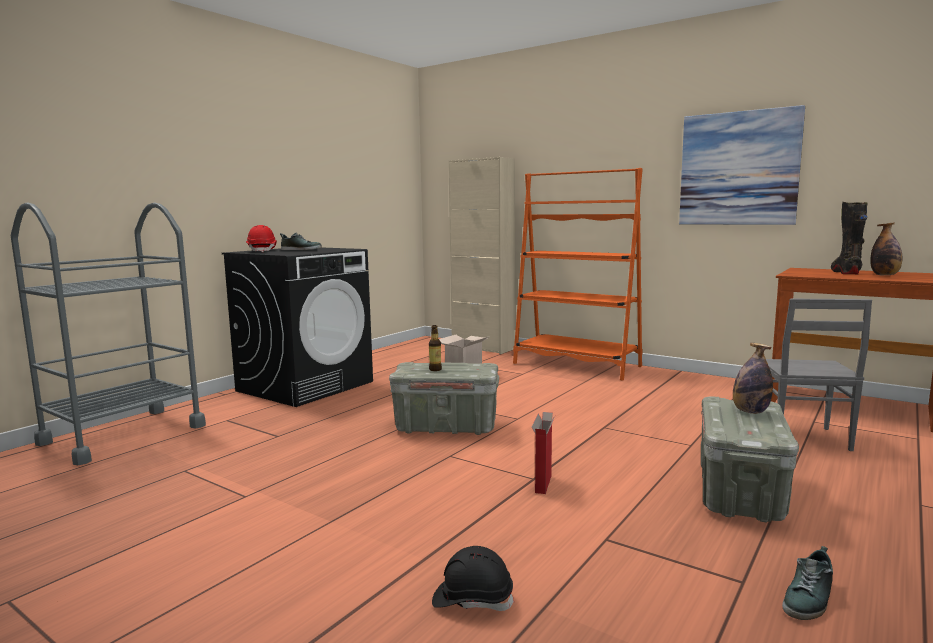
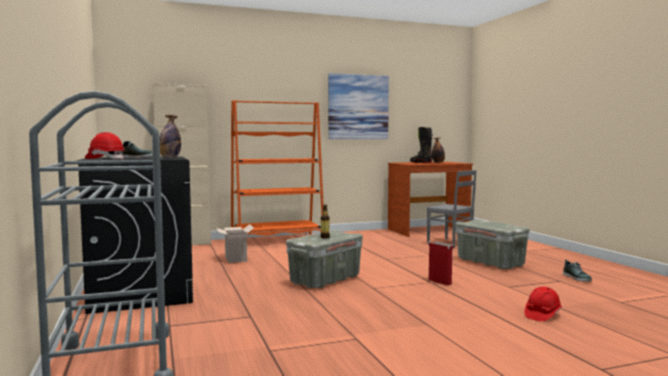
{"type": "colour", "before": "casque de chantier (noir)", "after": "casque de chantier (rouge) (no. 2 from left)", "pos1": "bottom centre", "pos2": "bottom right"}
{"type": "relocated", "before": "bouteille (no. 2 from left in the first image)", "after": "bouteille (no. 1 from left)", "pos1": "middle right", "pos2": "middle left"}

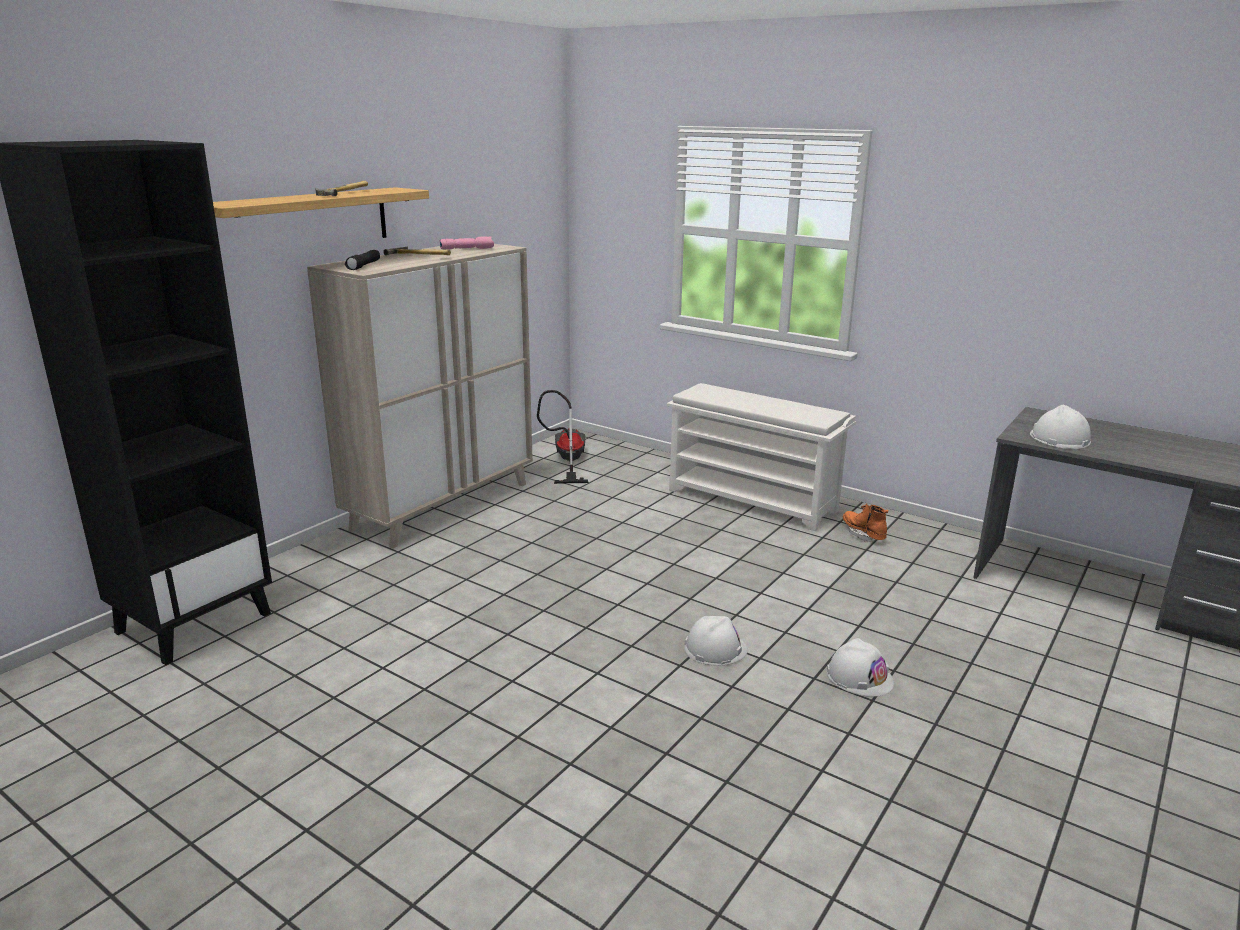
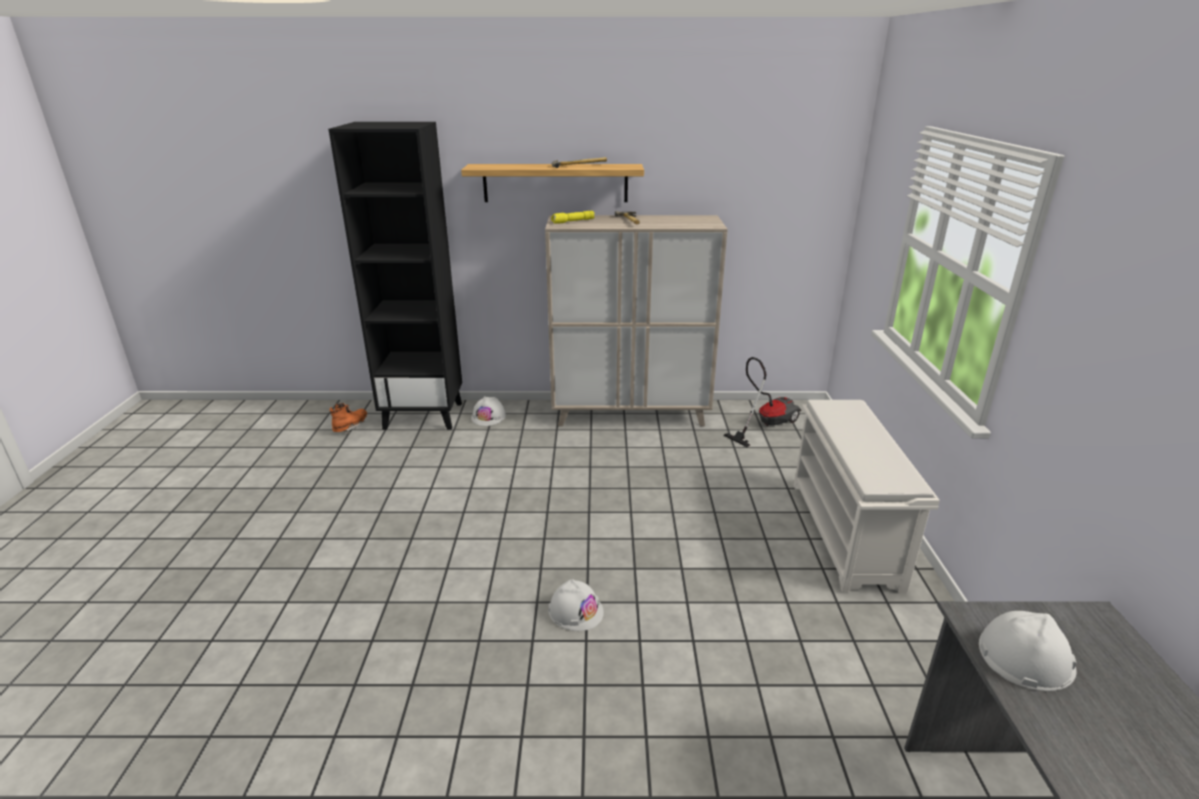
{"type": "colour", "before": "lampe de poche (noir)", "after": "lampe de poche (jaune)", "pos1": "top left", "pos2": "top centre"}
{"type": "missing", "before": "lampe de poche (rose)", "pos1": "top centre"}
{"type": "relocated", "before": "casque de chantier (blanc) (no. 2 from left in the first image)", "after": "casque de chantier (blanc) (no. 1 from left)", "pos1": "bottom right", "pos2": "centre"}
{"type": "relocated", "before": "botte (orange)", "pos1": "middle right", "pos2": "middle left"}

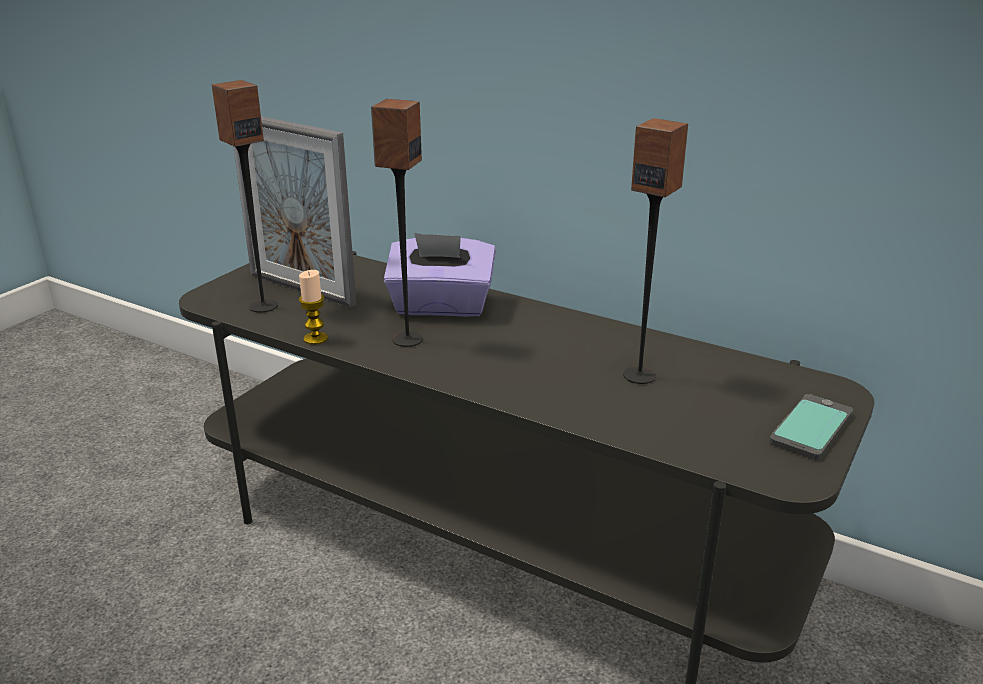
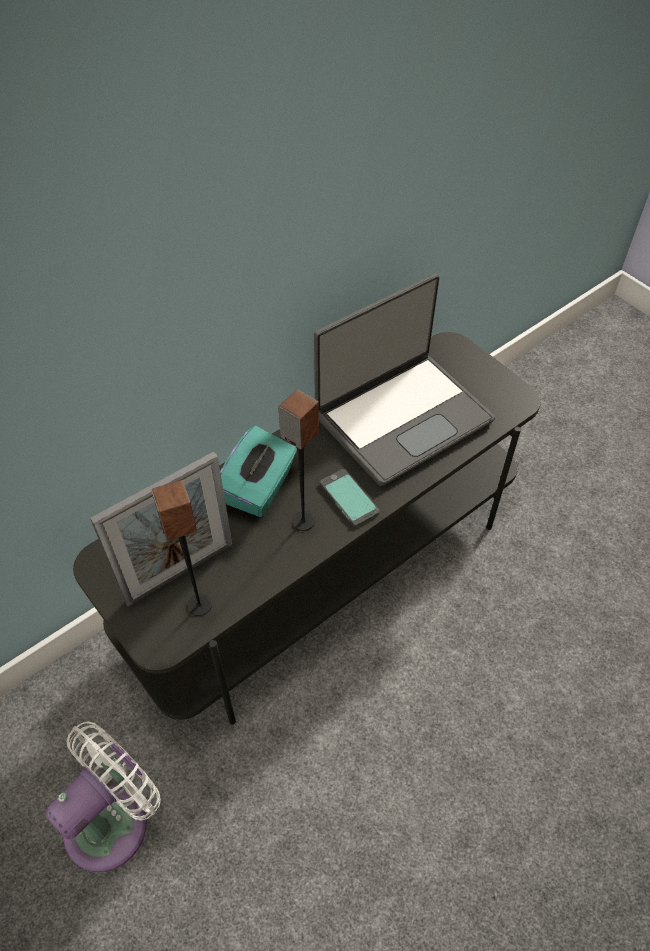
{"type": "missing", "before": "bougie", "pos1": "middle left"}
{"type": "colour", "before": "boîte à mouchoirs (violet)", "after": "boîte à mouchoirs (turquoise)", "pos1": "centre", "pos2": "centre"}
{"type": "exchanged", "before": "enceinte (no. 3 from left)", "after": "ordinateur portable", "pos1": "centre", "pos2": "centre"}
{"type": "relocated", "before": "téléphone", "pos1": "middle right", "pos2": "centre"}
{"type": "appeared", "after": "ventilateur (blanc)", "pos2": "bottom left"}

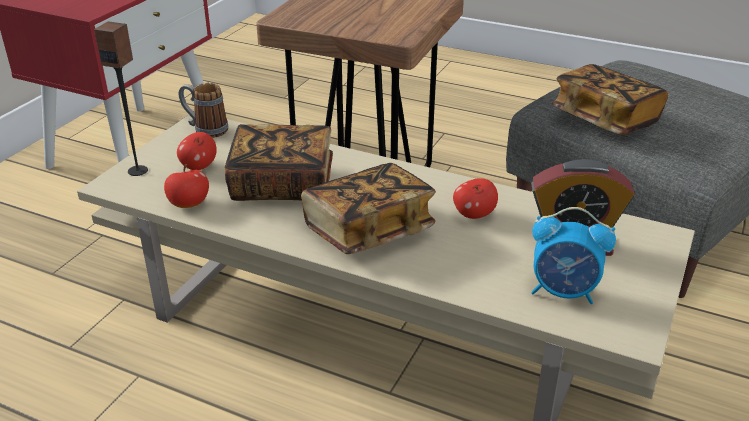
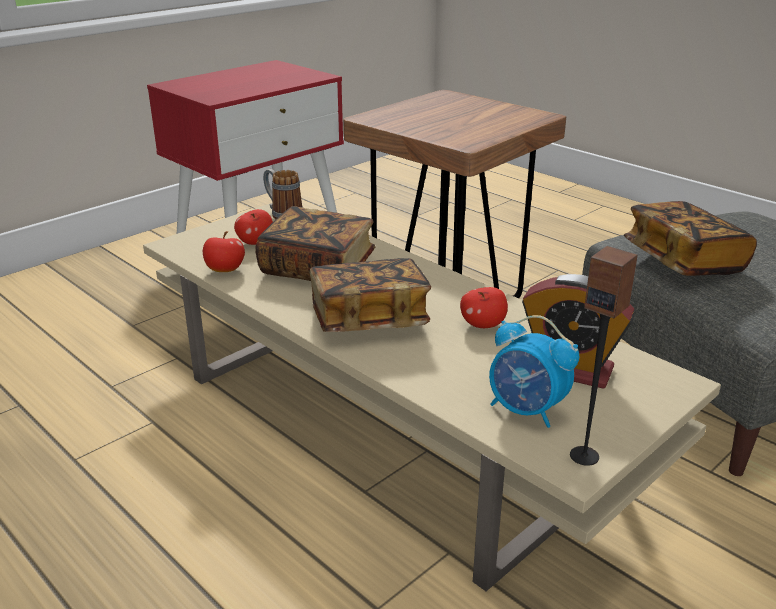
{"type": "relocated", "before": "enceinte", "pos1": "top left", "pos2": "middle right"}

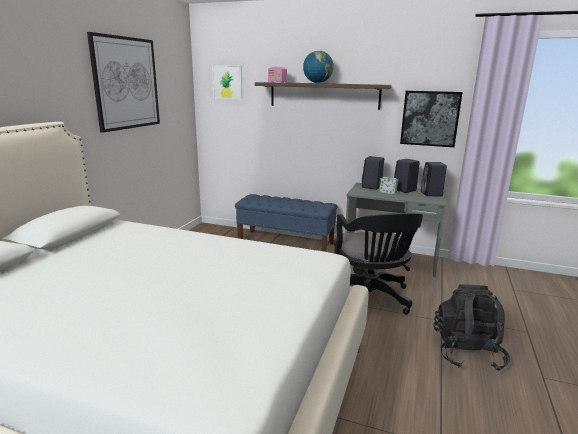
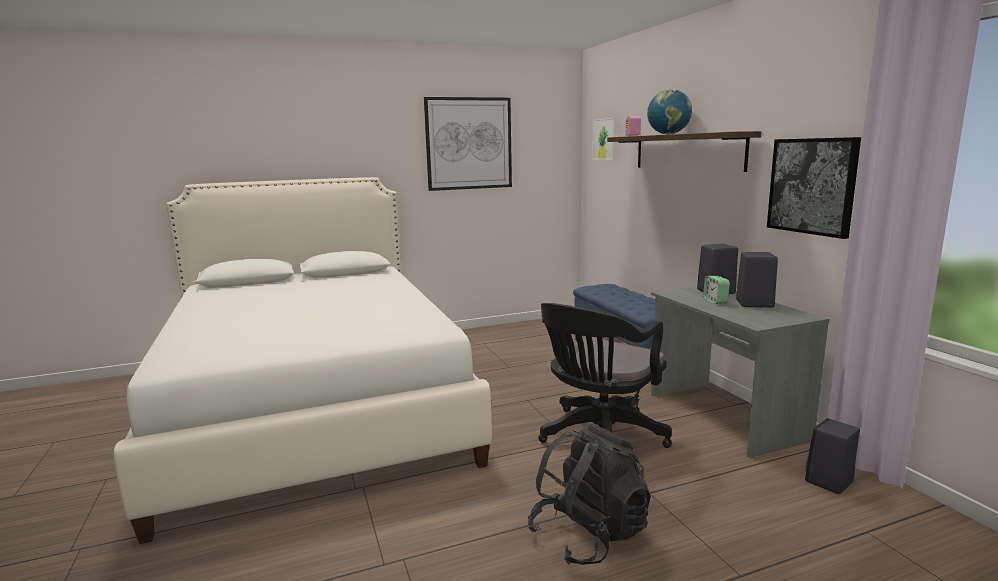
{"type": "relocated", "before": "enceinte (noir) (no. 3 from left)", "pos1": "middle right", "pos2": "bottom right"}

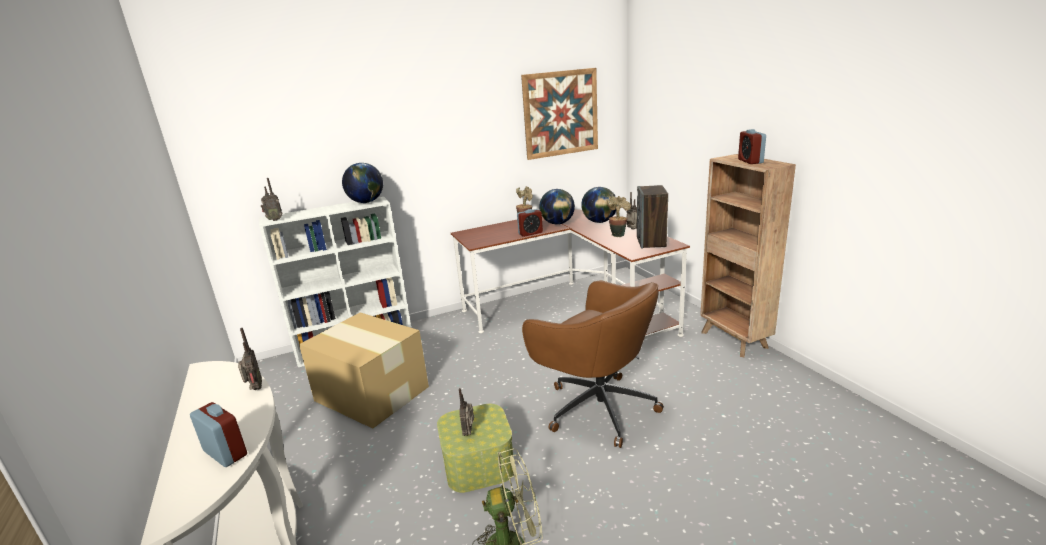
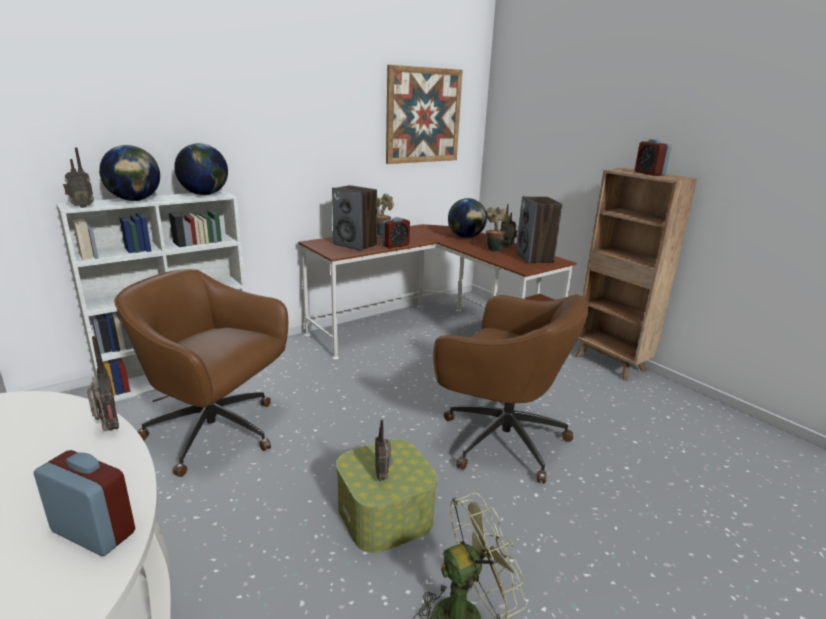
{"type": "exchanged", "before": "carton", "after": "chaise de bureau (marron) (no. 1 from left)", "pos1": "bottom centre", "pos2": "middle left"}
{"type": "relocated", "before": "globe (no. 2 from left in the first image)", "after": "globe (no. 1 from left)", "pos1": "centre", "pos2": "top left"}
{"type": "appeared", "after": "enceinte (no. 1 from left)", "pos2": "centre"}

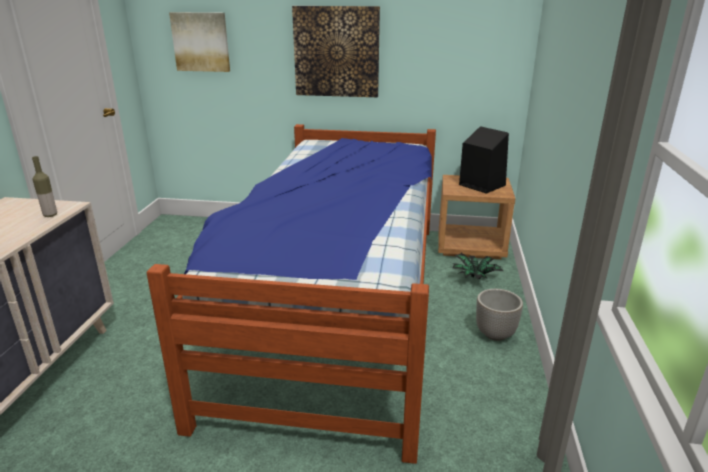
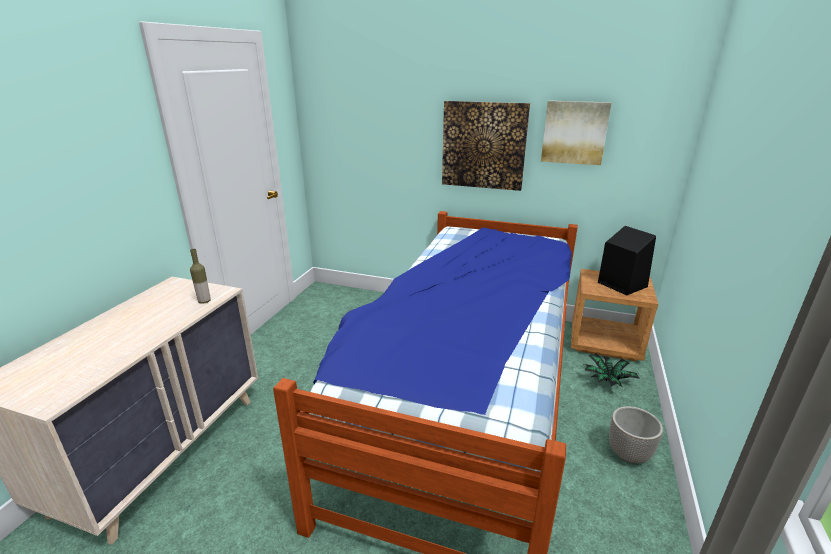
{"type": "relocated", "before": "tableau (no. 1 from left in the first image)", "after": "tableau (no. 2 from left)", "pos1": "top left", "pos2": "top right"}

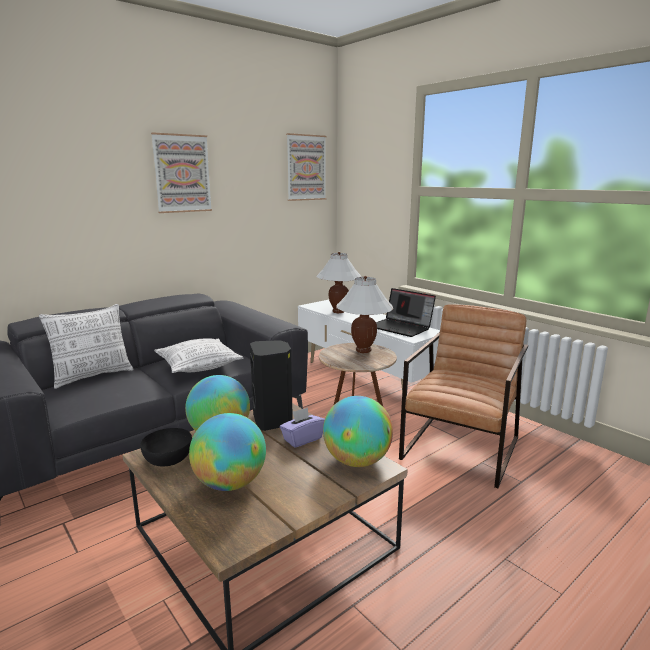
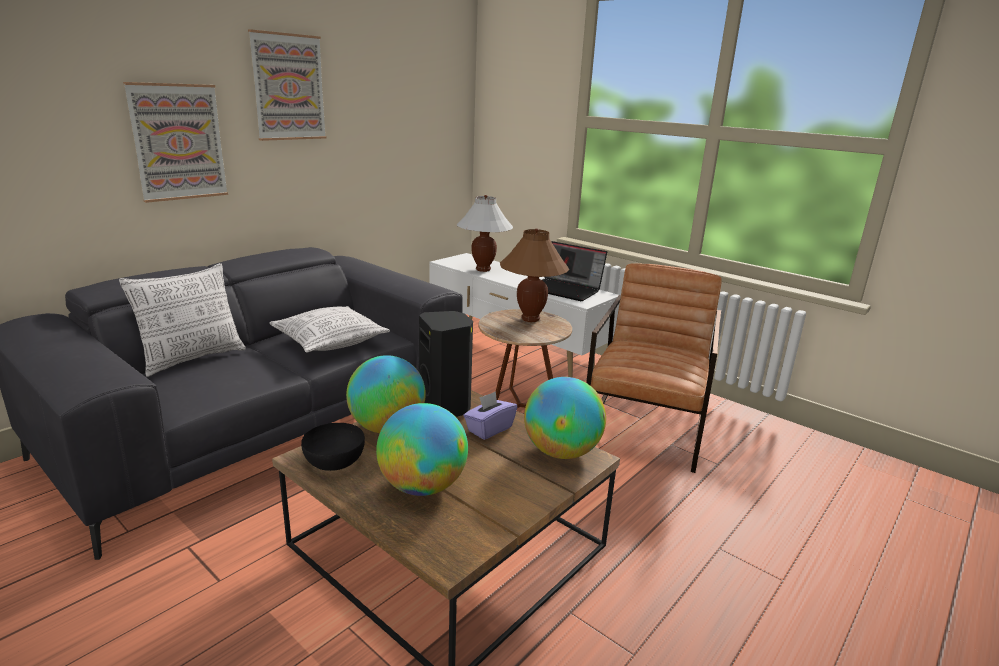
{"type": "relocated", "before": "tableau (no. 2 from left in the first image)", "after": "tableau (no. 1 from left)", "pos1": "top centre", "pos2": "top left"}
{"type": "colour", "before": "lampe de table (blanc) (no. 2 from left)", "after": "lampe de table (marron)", "pos1": "centre", "pos2": "centre"}

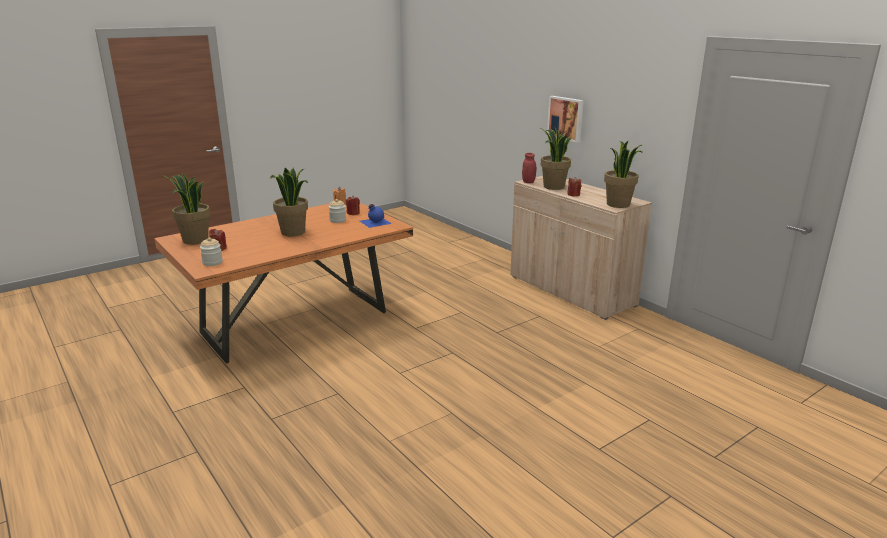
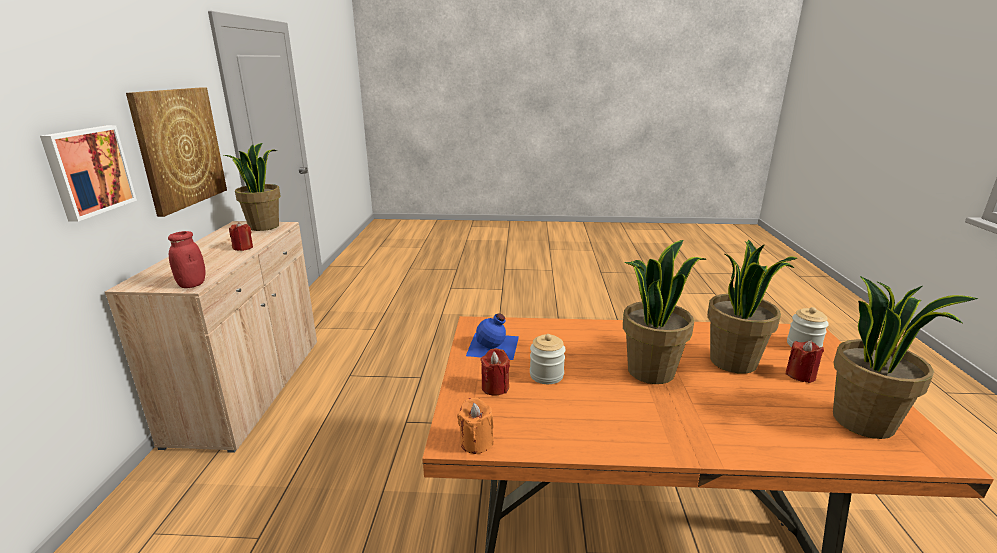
{"type": "relocated", "before": "plante en pot (no. 3 from left)", "pos1": "top centre", "pos2": "middle right"}
{"type": "appeared", "after": "tableau (no. 2 from left)", "pos2": "top left"}

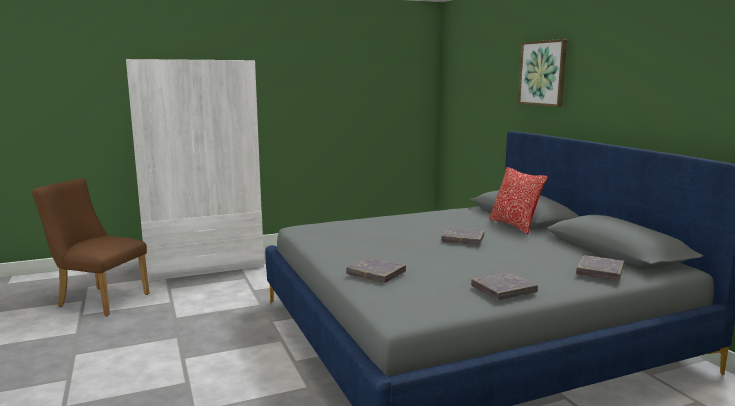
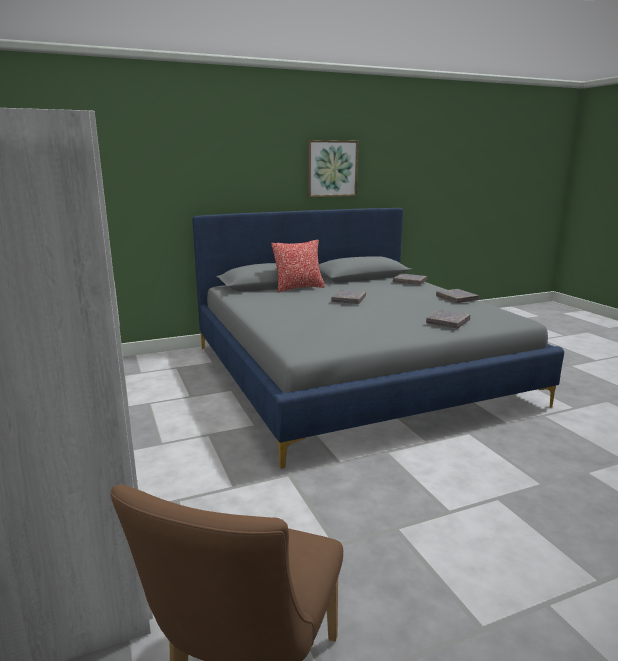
{"type": "relocated", "before": "tableau", "pos1": "top right", "pos2": "top centre"}

